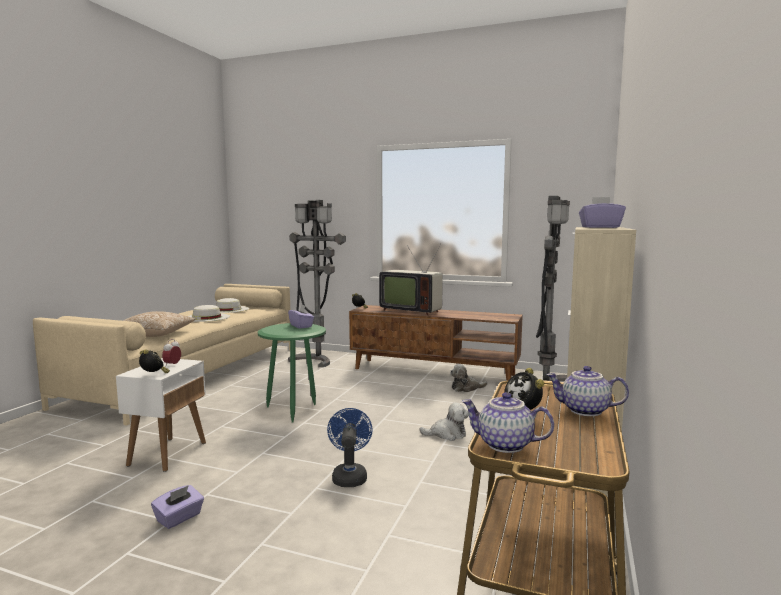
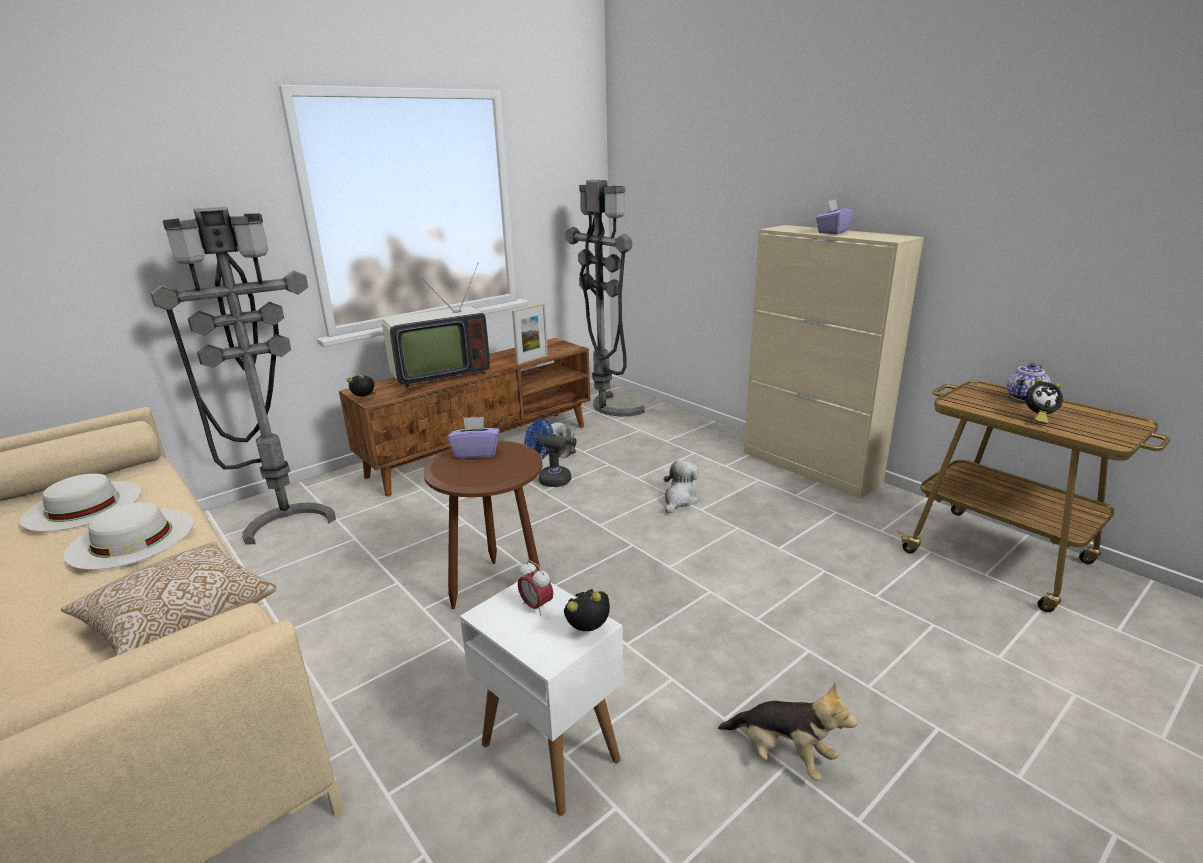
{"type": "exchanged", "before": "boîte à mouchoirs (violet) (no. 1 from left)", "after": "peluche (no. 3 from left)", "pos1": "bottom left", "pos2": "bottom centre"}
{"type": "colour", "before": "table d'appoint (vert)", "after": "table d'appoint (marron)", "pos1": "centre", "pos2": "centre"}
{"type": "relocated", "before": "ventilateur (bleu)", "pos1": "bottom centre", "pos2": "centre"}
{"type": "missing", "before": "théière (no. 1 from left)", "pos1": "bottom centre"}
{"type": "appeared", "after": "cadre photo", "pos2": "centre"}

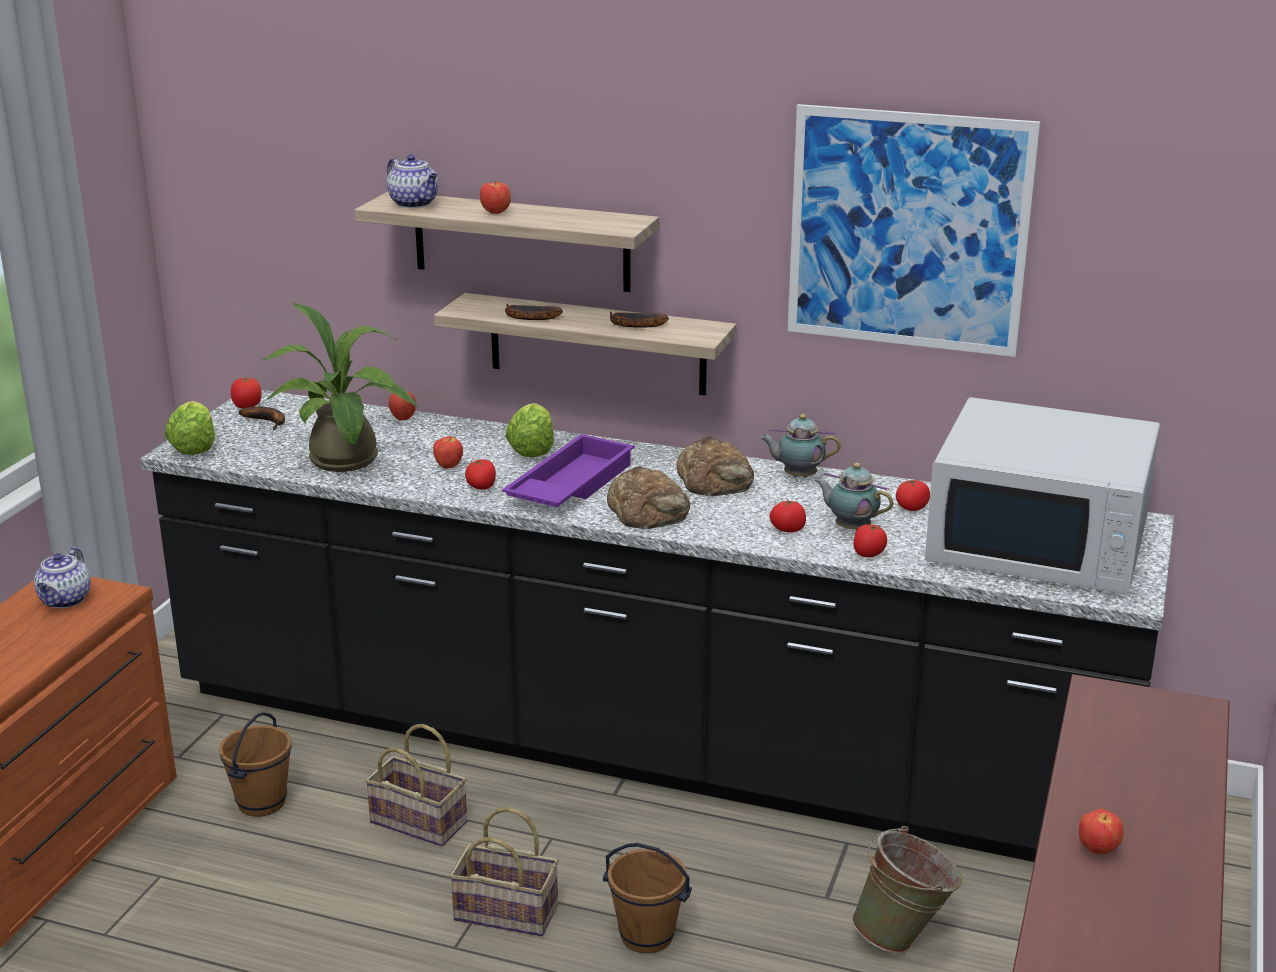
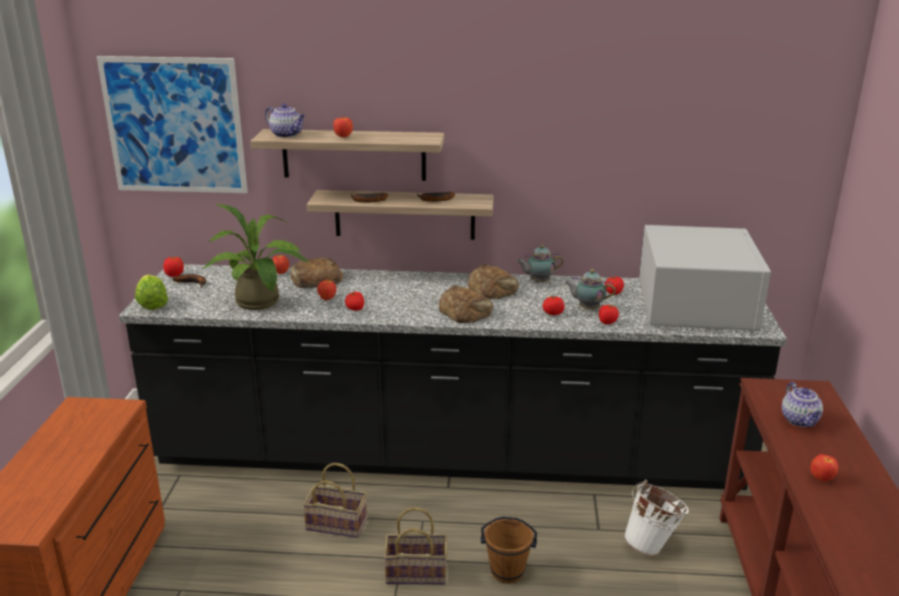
{"type": "relocated", "before": "théière (no. 1 from left in the first image)", "after": "théière (no. 4 from left)", "pos1": "middle left", "pos2": "bottom right"}
{"type": "missing", "before": "seau (marron) (no. 1 from left)", "pos1": "bottom left"}
{"type": "missing", "before": "plateau (violet)", "pos1": "centre"}
{"type": "missing", "before": "laitue (no. 2 from left)", "pos1": "centre"}
{"type": "relocated", "before": "tableau", "pos1": "top right", "pos2": "top left"}
{"type": "colour", "before": "seau (vert)", "after": "seau (blanc)", "pos1": "bottom right", "pos2": "bottom right"}
{"type": "spun", "before": "micro-ondes (blanc)", "pos1": "middle right", "pos2": "middle right", "turn": -90}
{"type": "appeared", "after": "pain (no. 1 from left)", "pos2": "centre"}

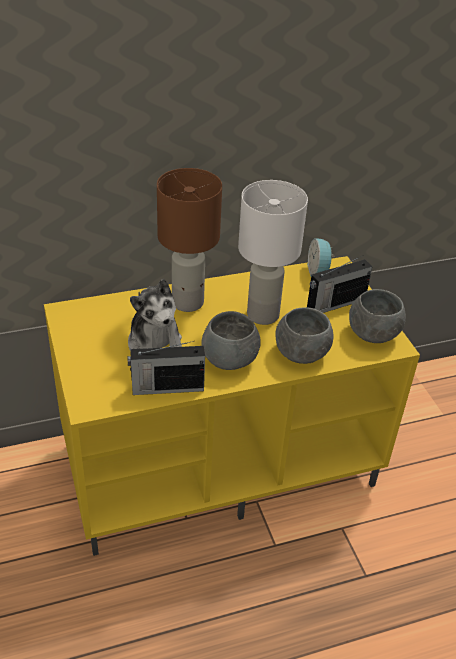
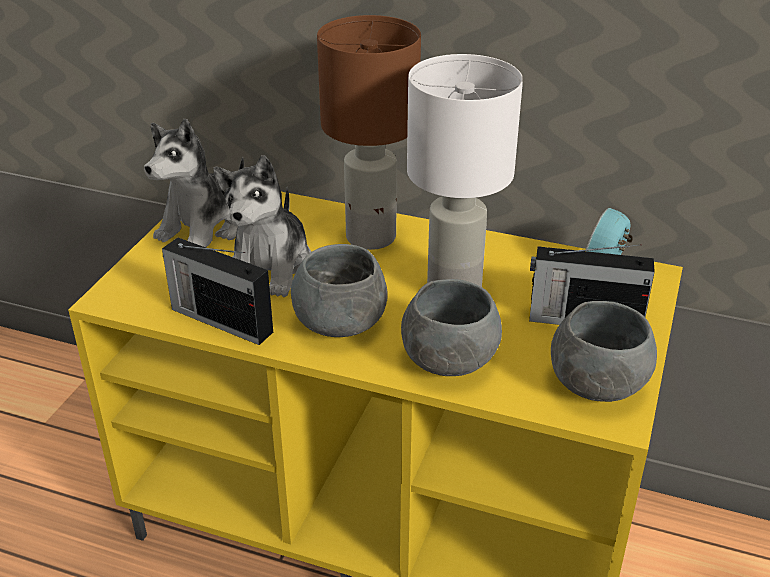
{"type": "appeared", "after": "peluche (no. 1 from left)", "pos2": "top left"}

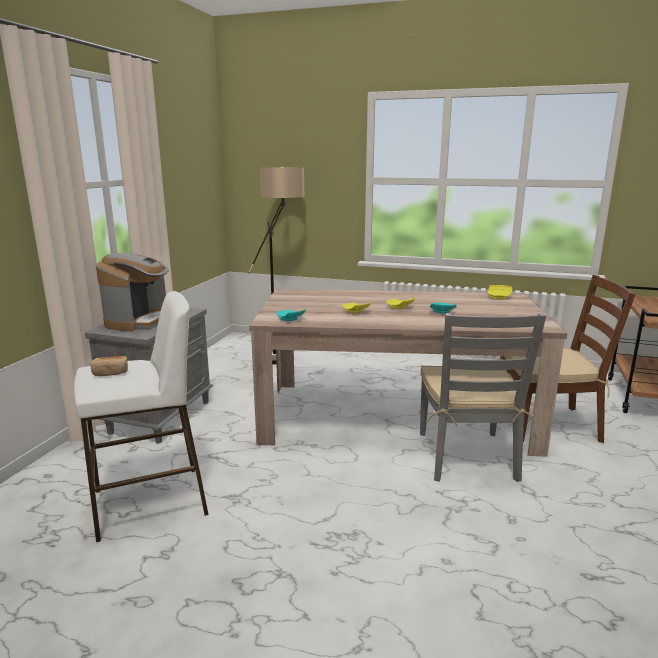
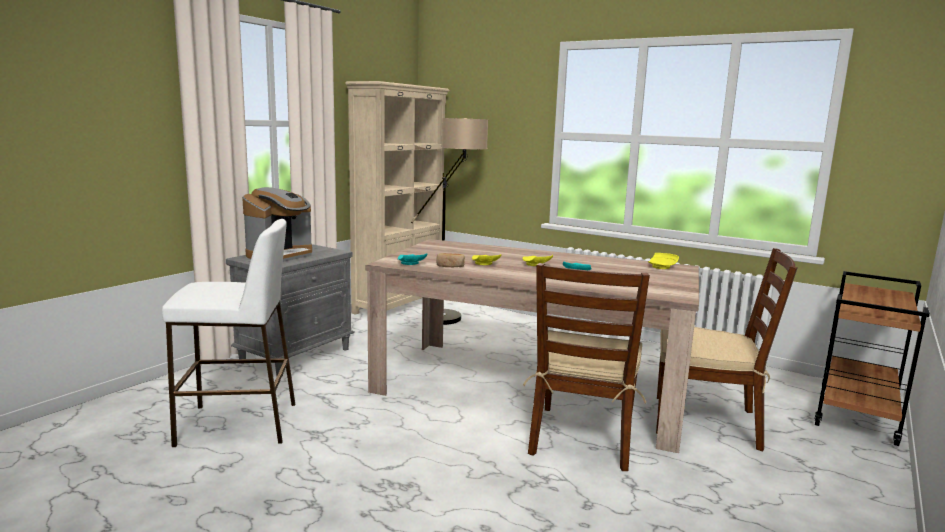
{"type": "relocated", "before": "pain", "pos1": "middle left", "pos2": "centre"}
{"type": "colour", "before": "chaise (gris)", "after": "chaise (marron) (no. 1 from left)", "pos1": "middle right", "pos2": "bottom centre"}
{"type": "appeared", "after": "bibliothèque (beige)", "pos2": "centre"}

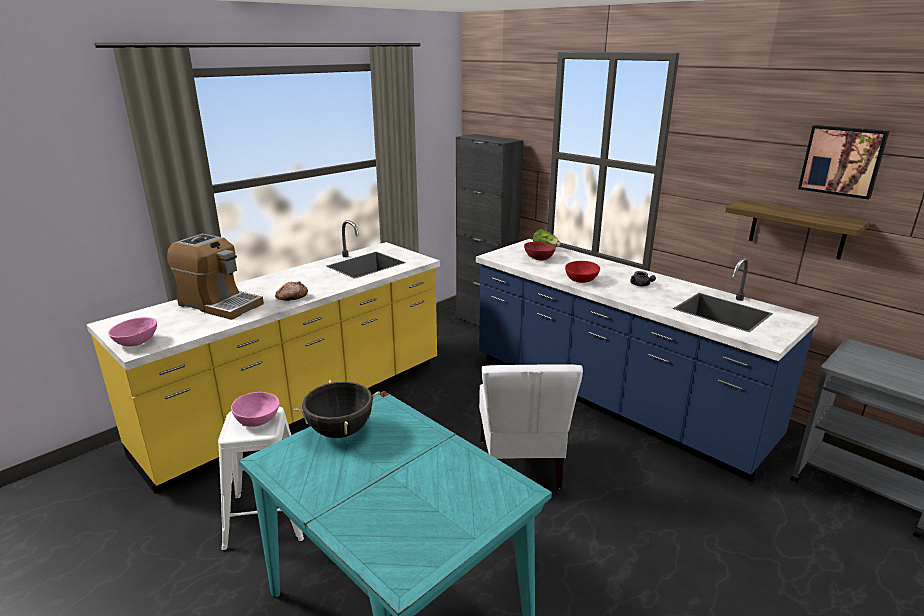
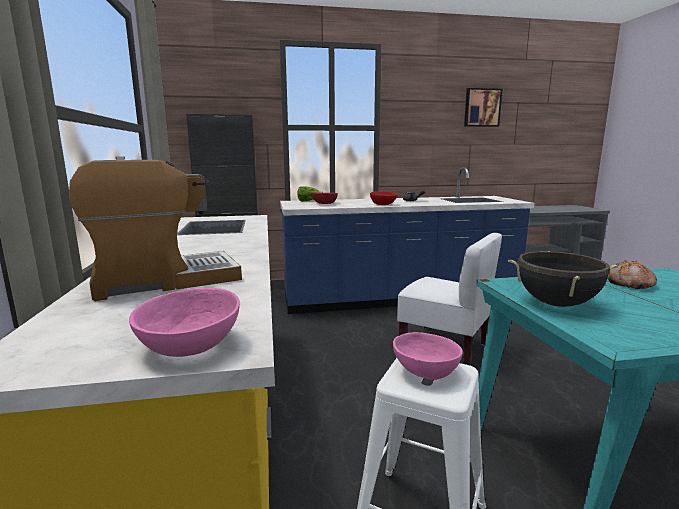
{"type": "relocated", "before": "pain", "pos1": "middle left", "pos2": "middle right"}
{"type": "missing", "before": "étagère", "pos1": "middle right"}

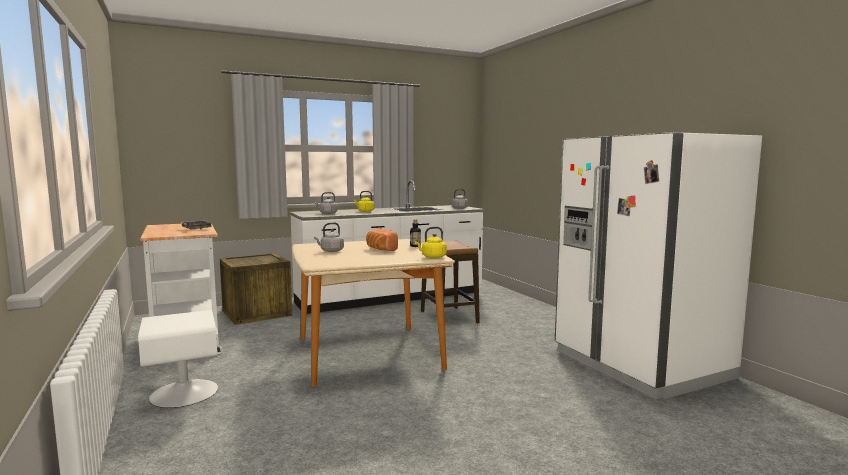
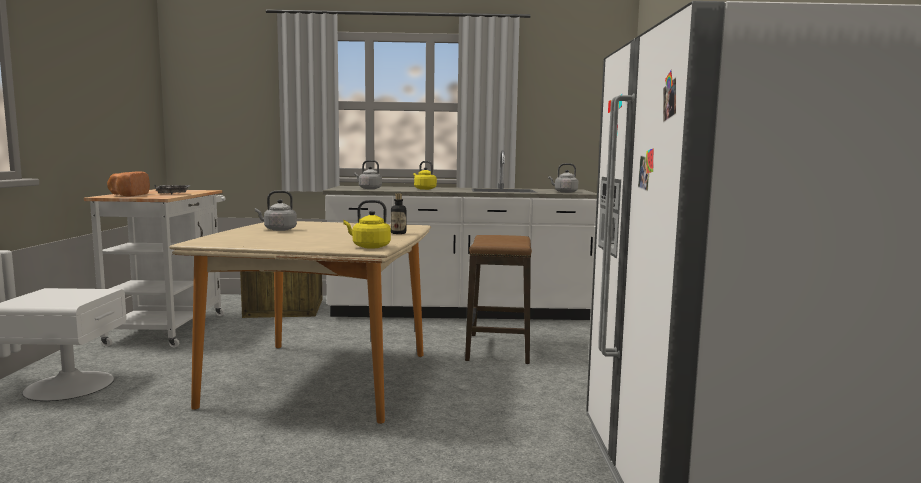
{"type": "relocated", "before": "pain", "pos1": "centre", "pos2": "middle left"}

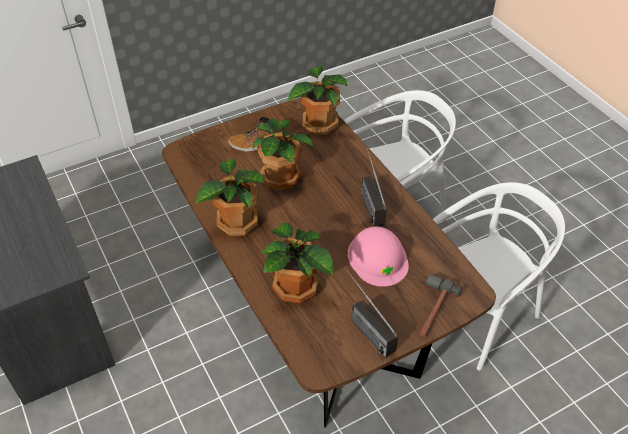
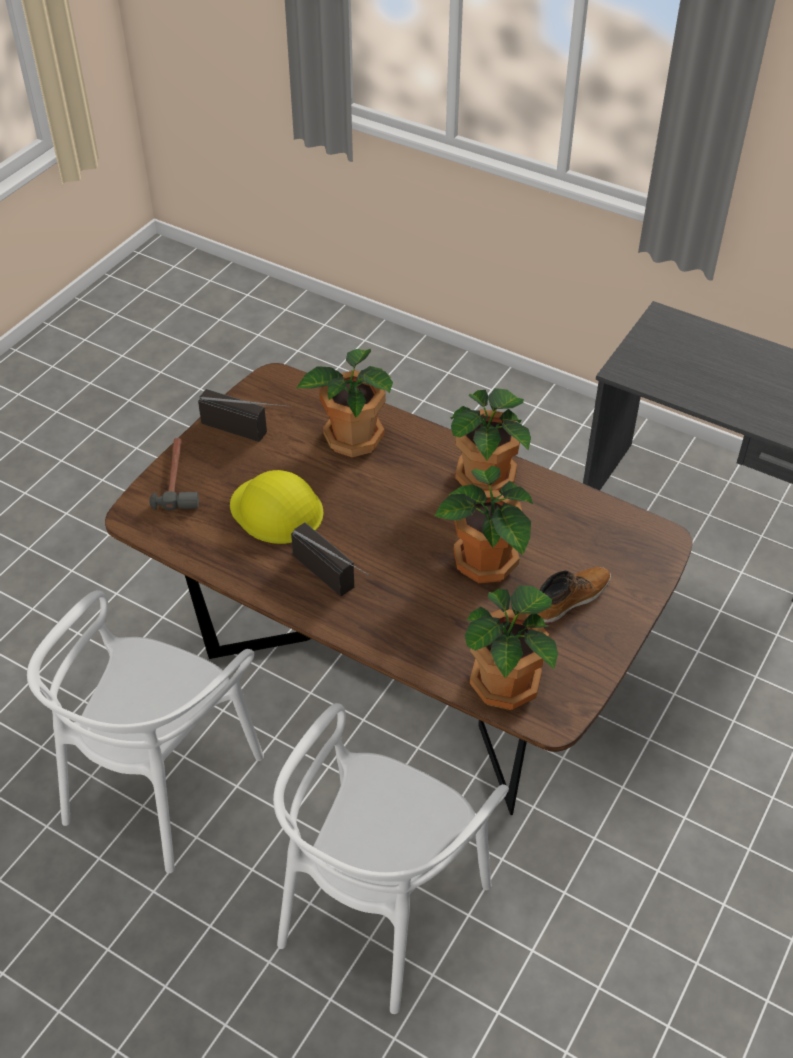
{"type": "colour", "before": "casque de chantier (rose)", "after": "casque de chantier (jaune)", "pos1": "centre", "pos2": "centre"}

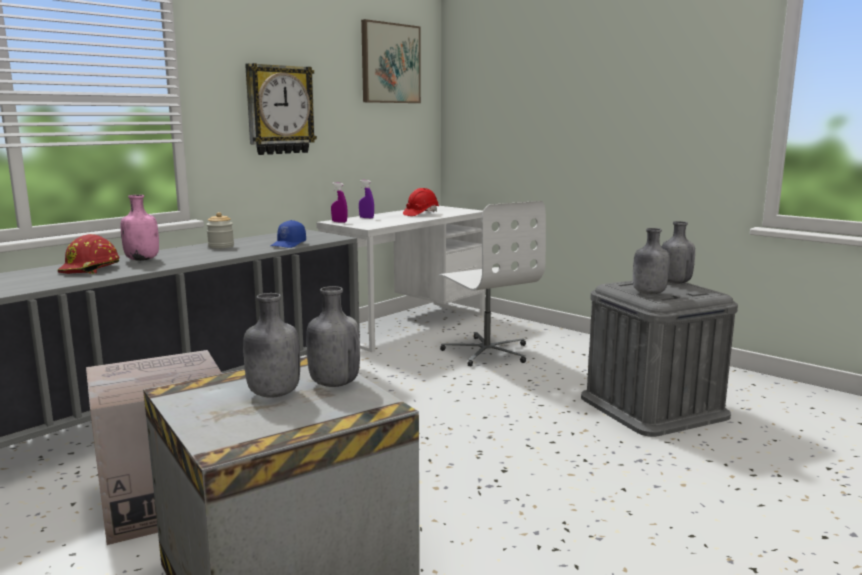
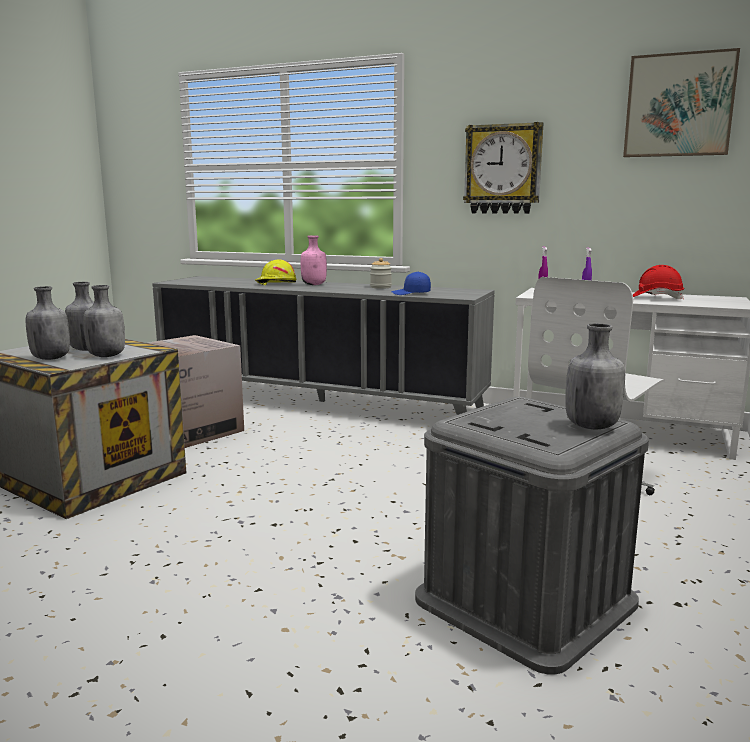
{"type": "colour", "before": "casque de chantier (rouge) (no. 1 from left)", "after": "casque de chantier (jaune)", "pos1": "middle left", "pos2": "centre"}
{"type": "relocated", "before": "bouteille (gris) (no. 3 from left in the first image)", "after": "bouteille (gris) (no. 1 from left)", "pos1": "middle right", "pos2": "middle left"}

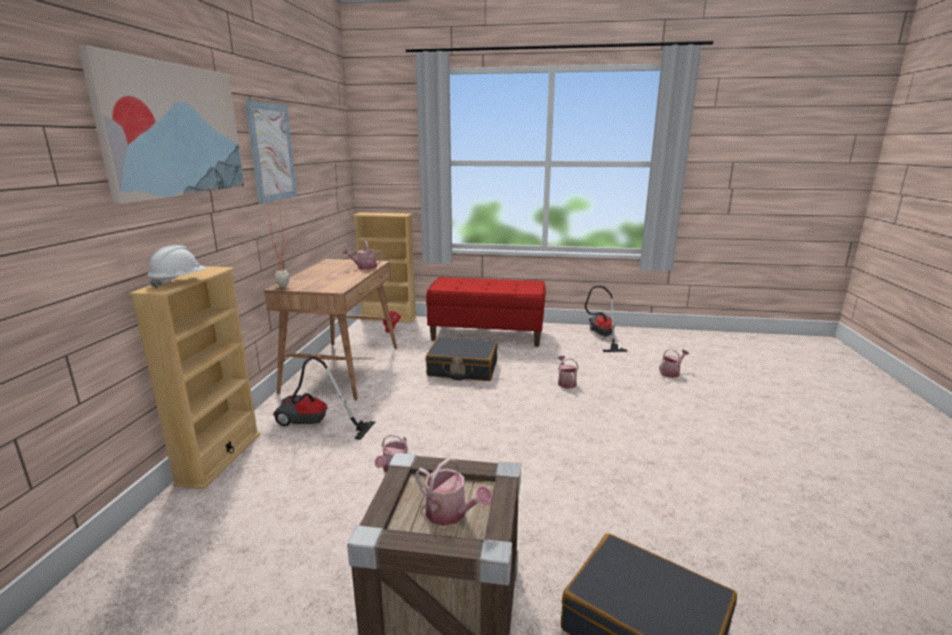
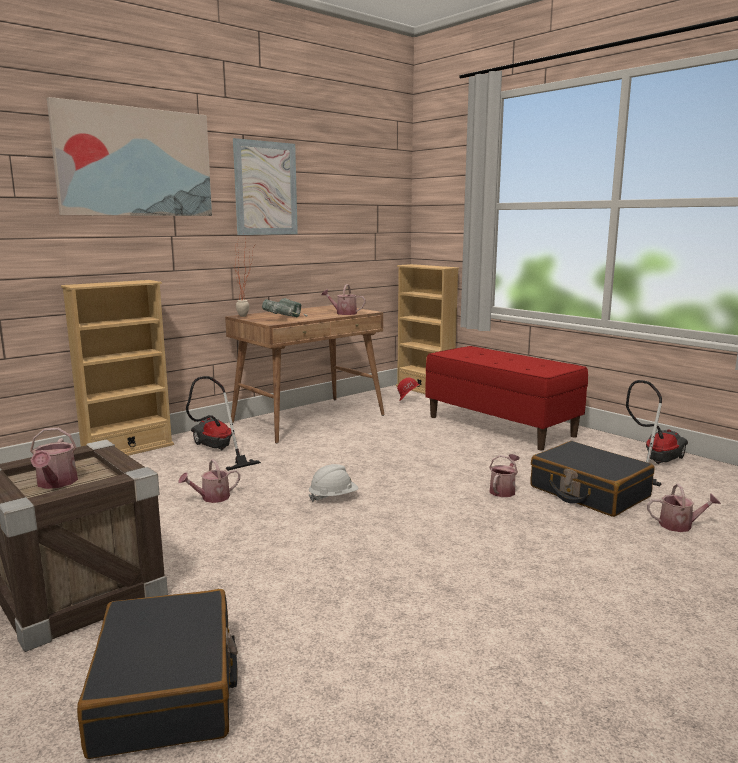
{"type": "relocated", "before": "casque de chantier (blanc)", "pos1": "middle left", "pos2": "centre"}
{"type": "relocated", "before": "valise (noir) (no. 1 from left in the first image)", "after": "valise (noir) (no. 2 from left)", "pos1": "centre", "pos2": "middle right"}
{"type": "appeared", "after": "perceuse", "pos2": "centre"}

